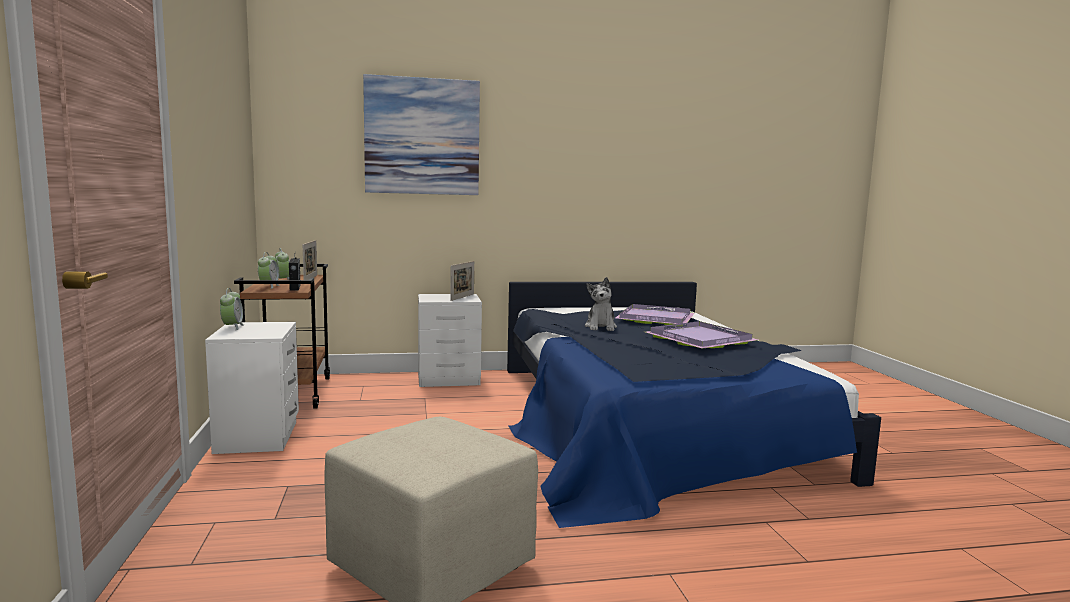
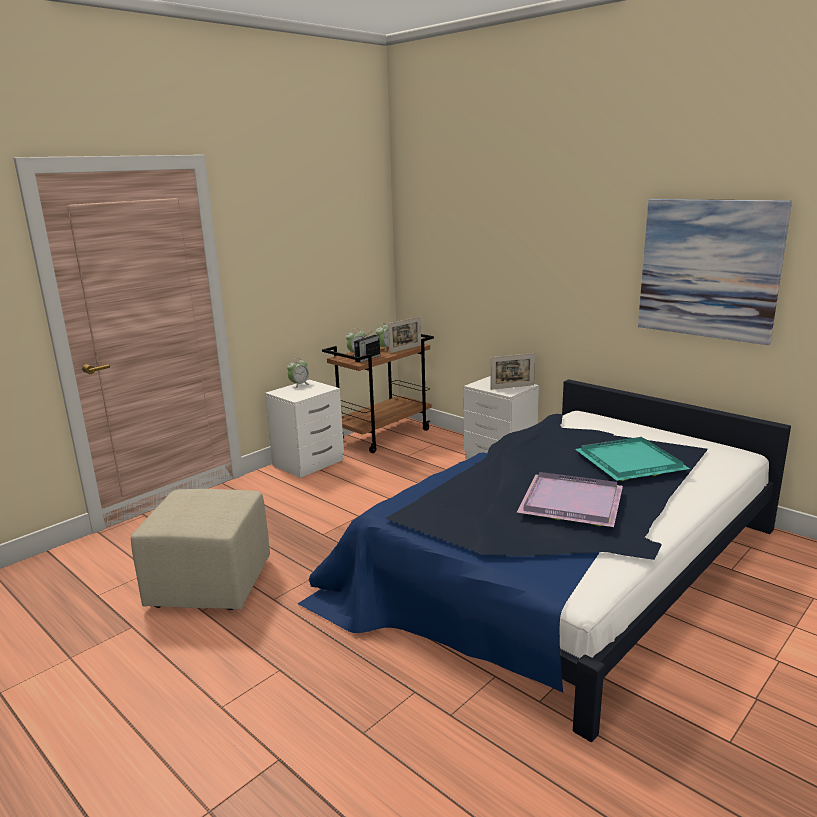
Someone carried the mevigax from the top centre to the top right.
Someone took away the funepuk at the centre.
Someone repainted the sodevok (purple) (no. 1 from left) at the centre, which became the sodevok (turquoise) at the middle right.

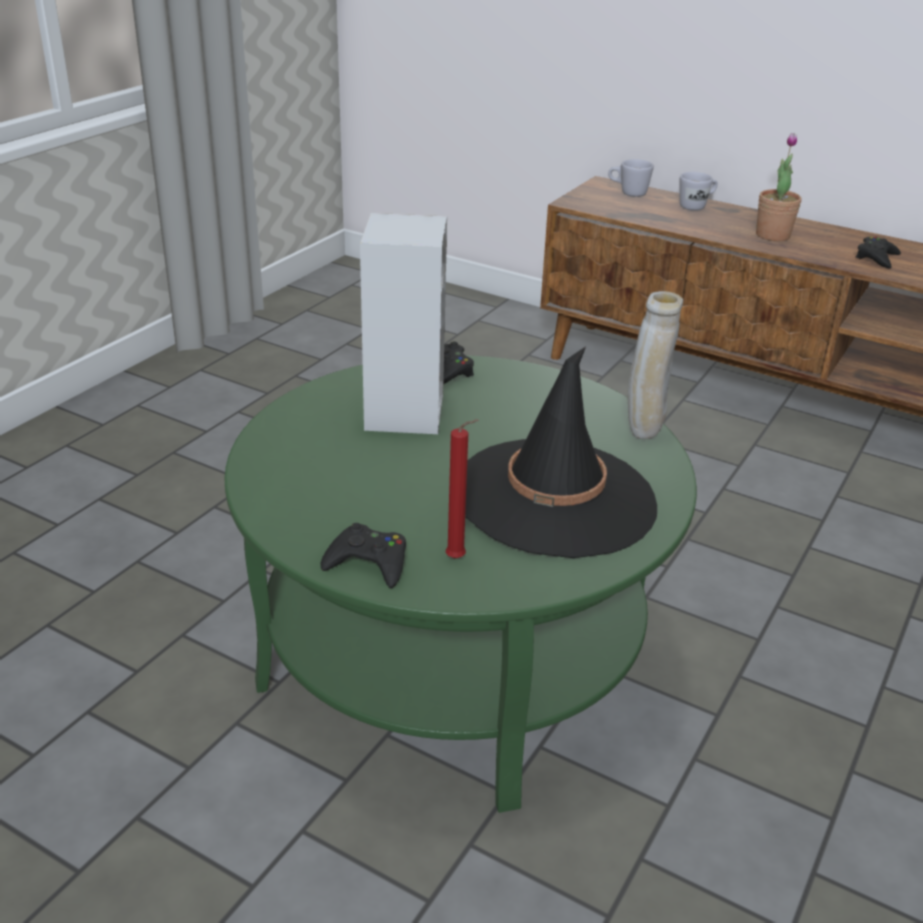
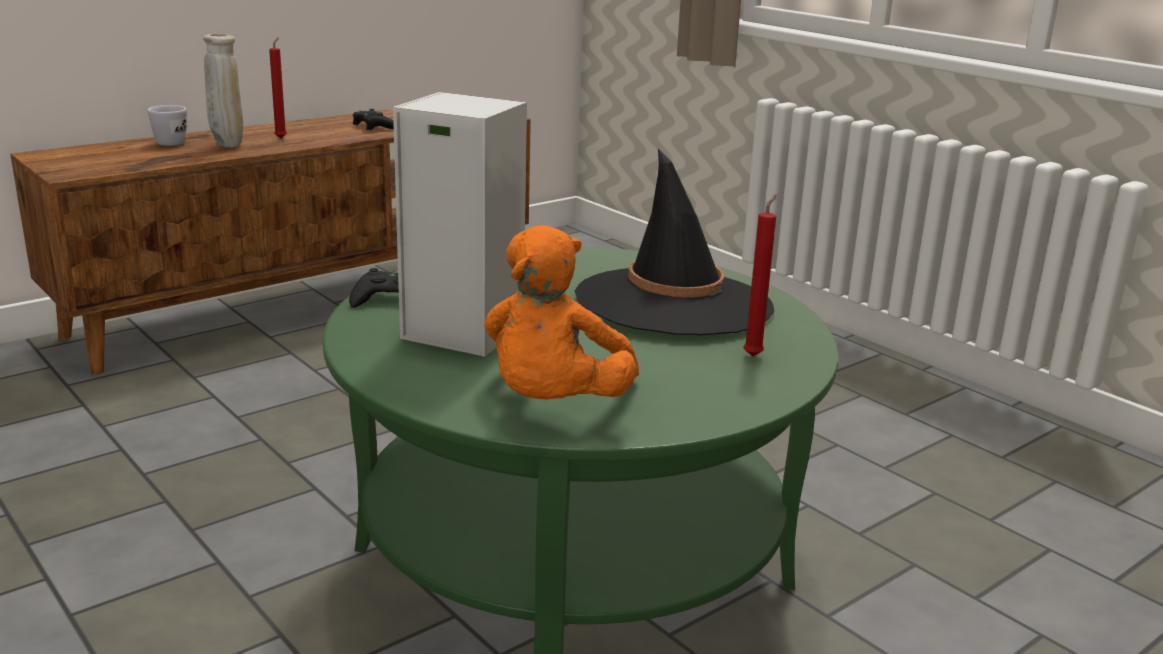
Someone swapped the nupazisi at the top right for the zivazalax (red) (no. 1 from left) at the top left.
Someone took away the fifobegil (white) (no. 1 from left) at the top right.
Someone carried the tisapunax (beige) from the middle right to the top left.
Someone took away the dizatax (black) (no. 1 from left) at the centre.
Someone put down the funepuk (orange) at the centre.

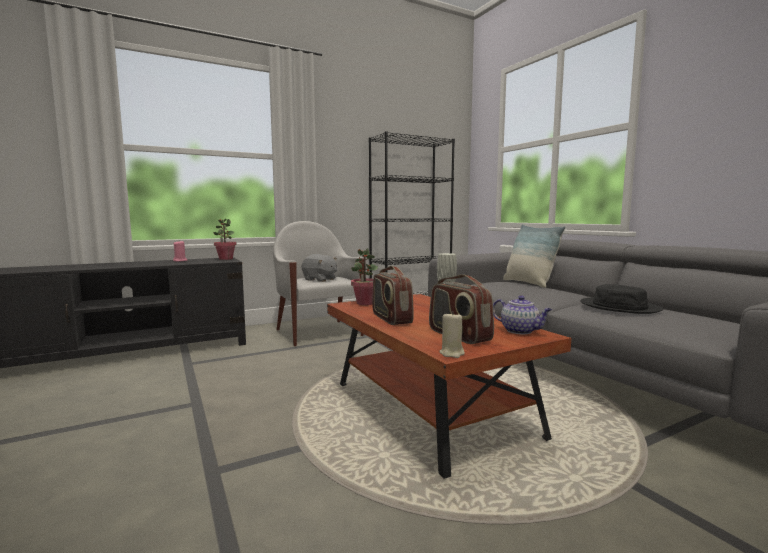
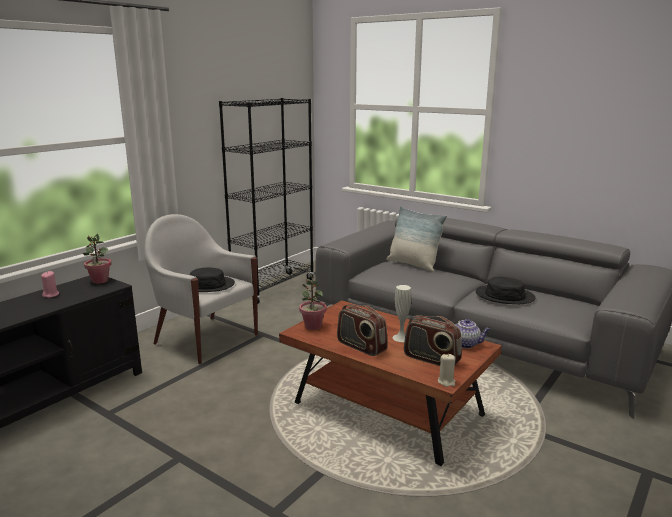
Someone swapped the funepuk (grey) at the centre for the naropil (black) (no. 1 from left) at the middle left.

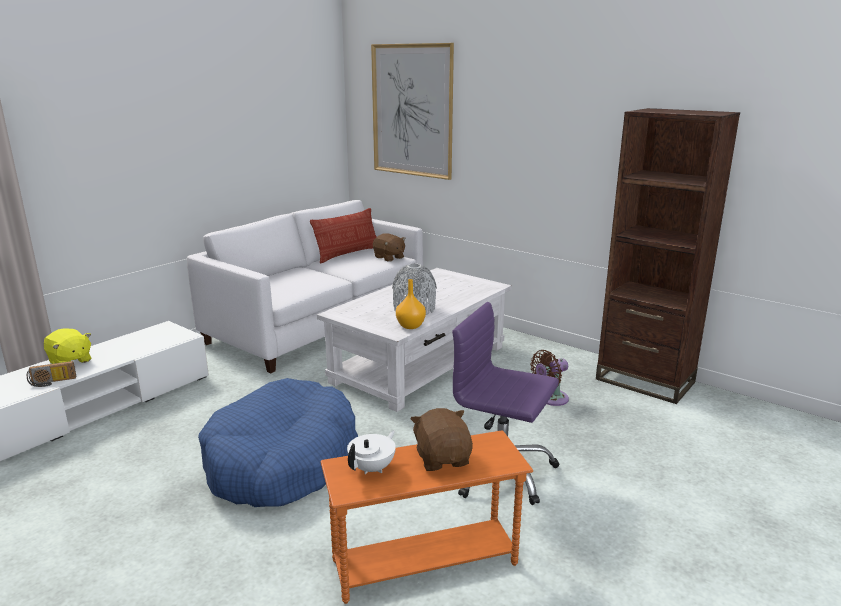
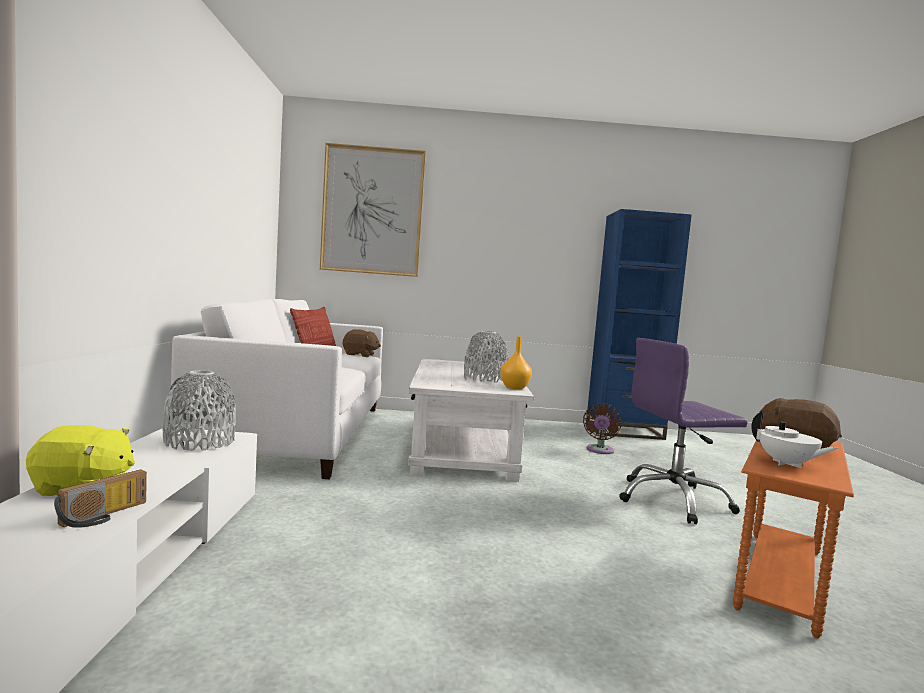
Someone repainted the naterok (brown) at the middle right, which became the naterok (blue) at the middle right.
Someone took away the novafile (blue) at the bottom left.
Someone rotated the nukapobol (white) at the bottom centre by 150 degrees clockwise.
Someone put down the tisapunax (grey) (no. 1 from left) at the middle left.

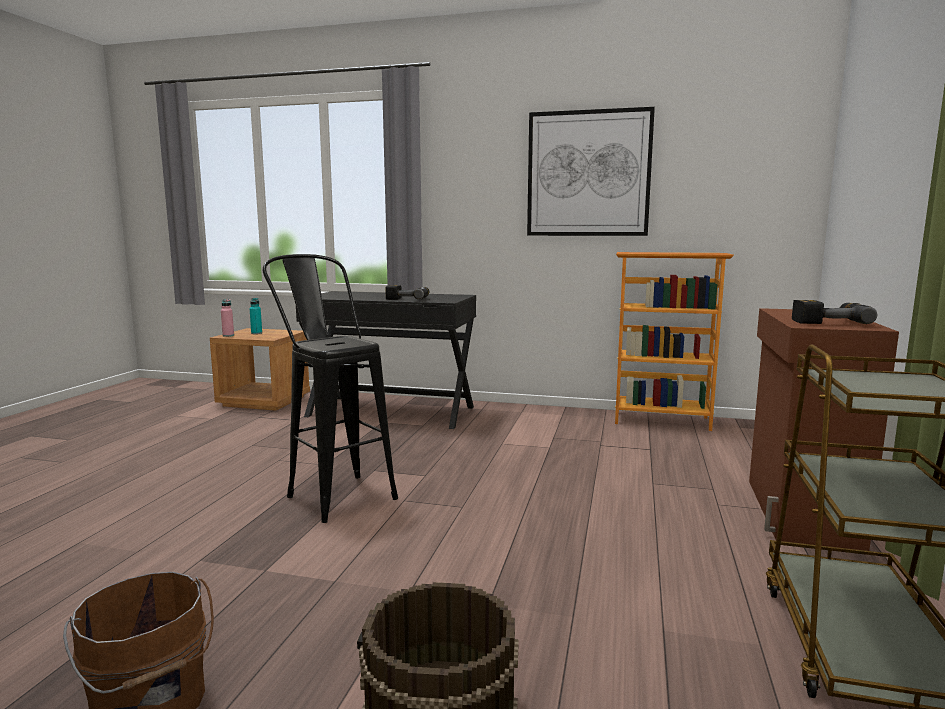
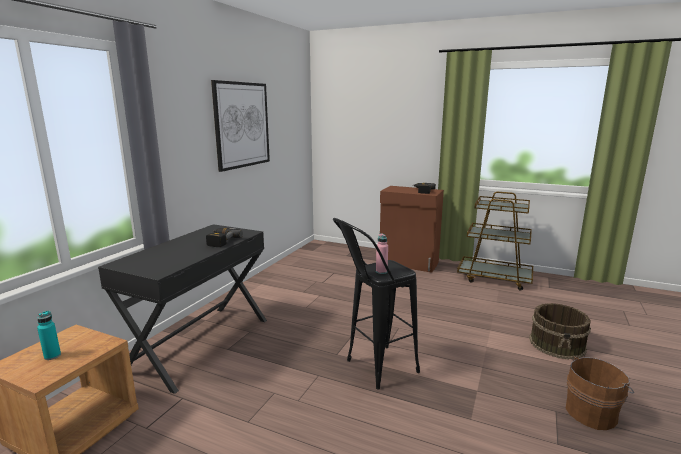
Someone took away the naterok at the middle right.
Someone carried the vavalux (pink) from the middle left to the centre.

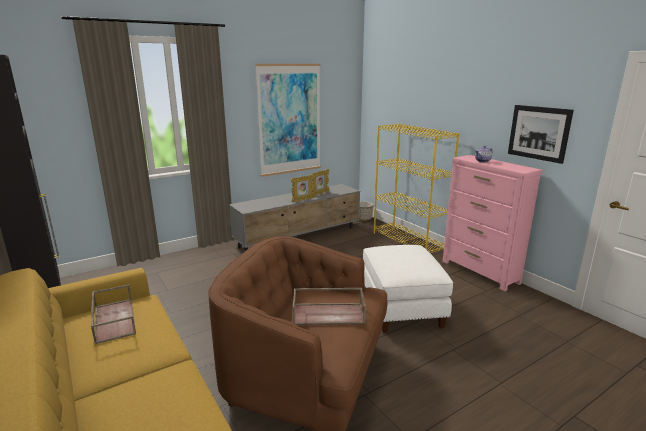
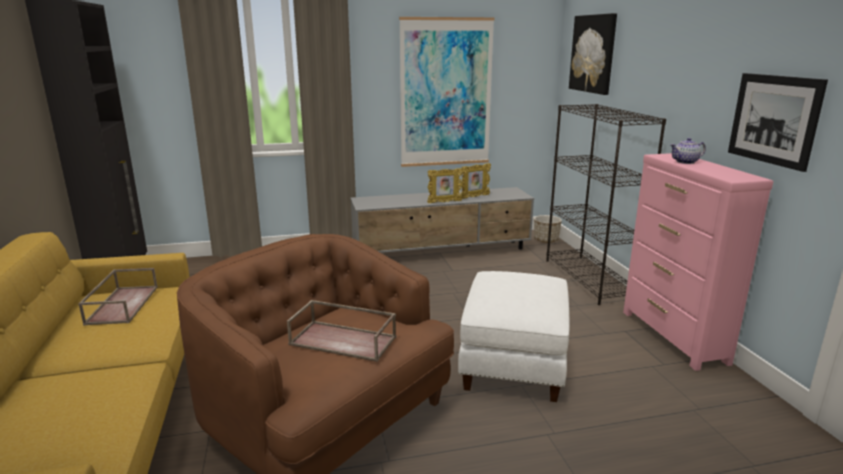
Someone repainted the naterok (yellow) at the centre, which became the naterok (black) at the middle right.
Someone put up the mevigax (no. 2 from left) at the top right.

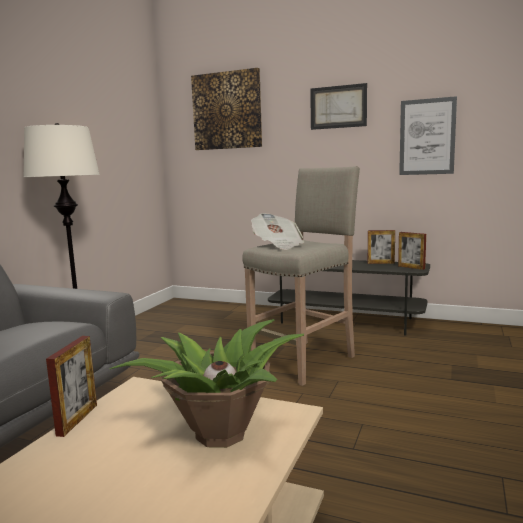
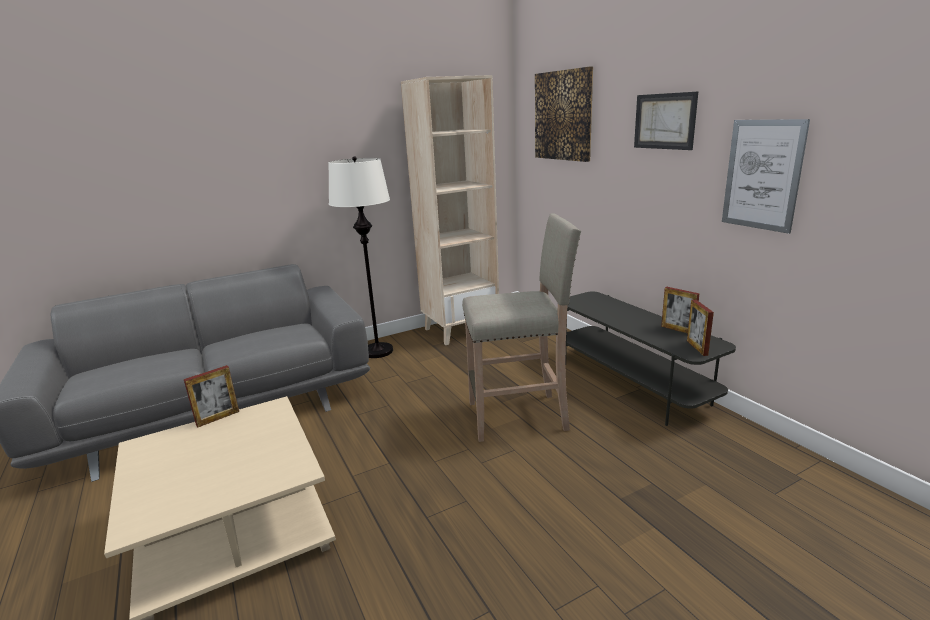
Someone took away the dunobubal at the centre.
Someone took away the nupazisi at the bottom centre.
Someone put down the naterok (beige) at the centre.

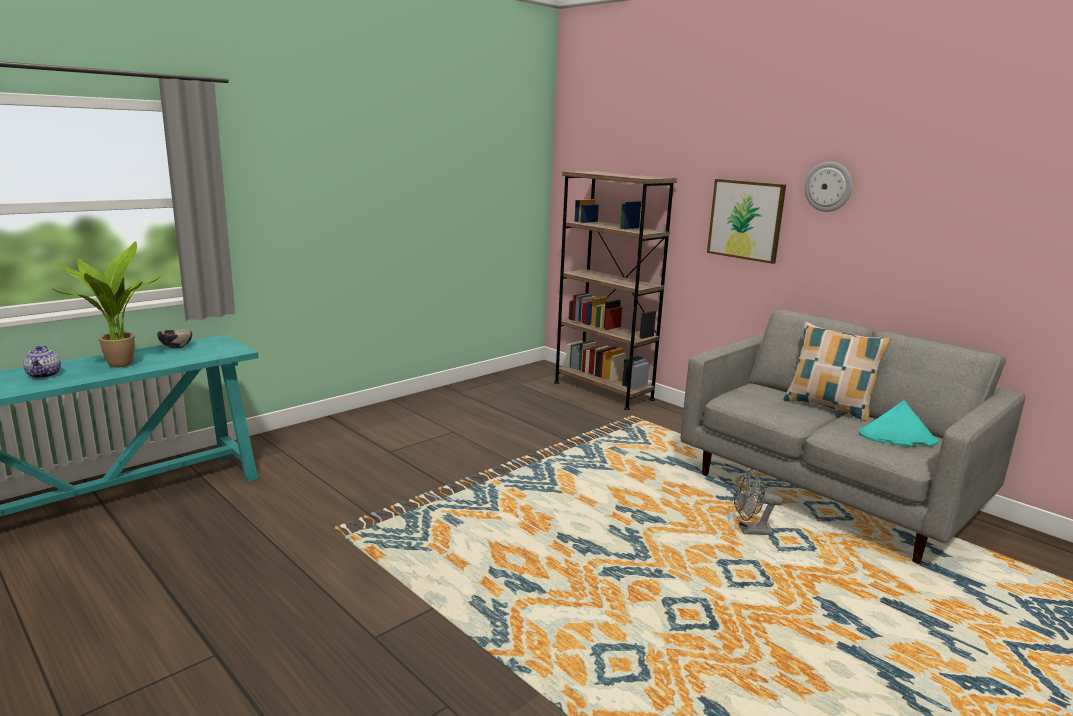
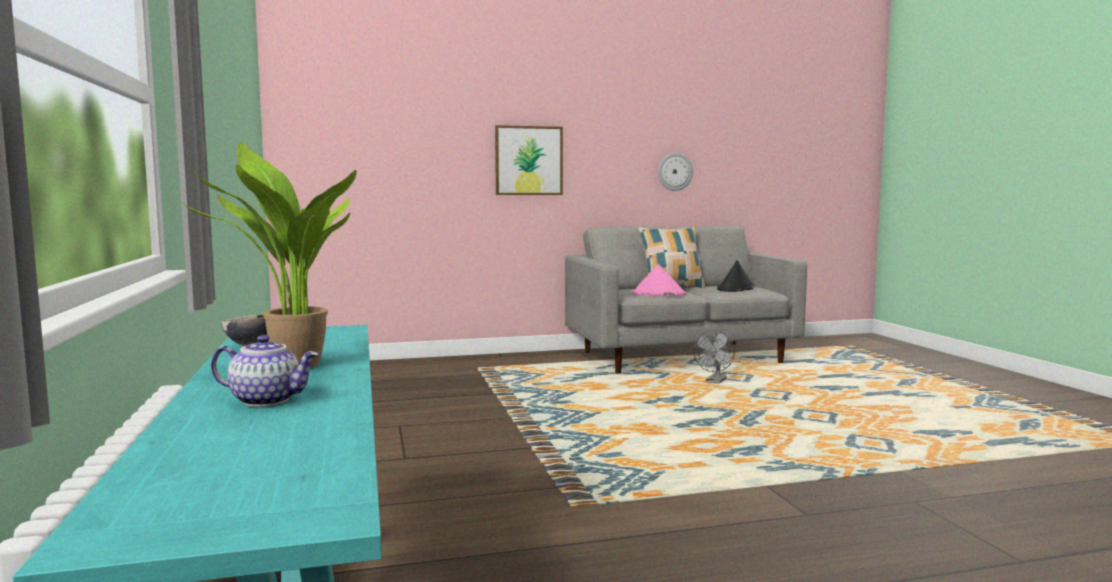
Someone carried the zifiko from the top right to the top centre.
Someone took away the naterok (brown) at the centre.
Someone repainted the naropil (turquoise) at the middle right, which became the naropil (black) at the centre.
Someone put down the naropil (pink) at the centre.

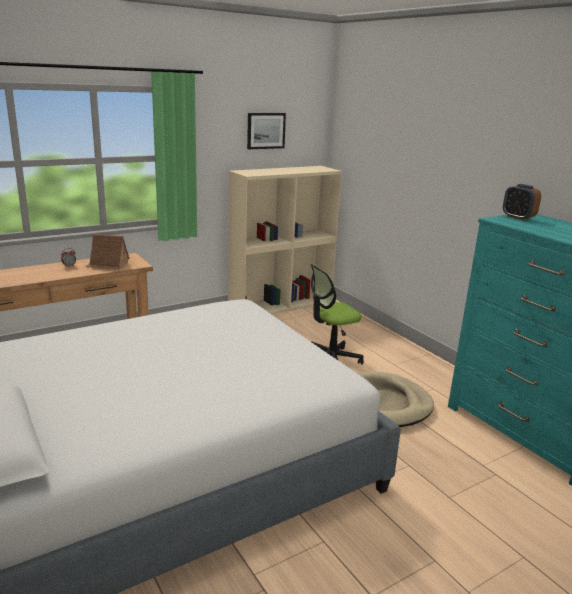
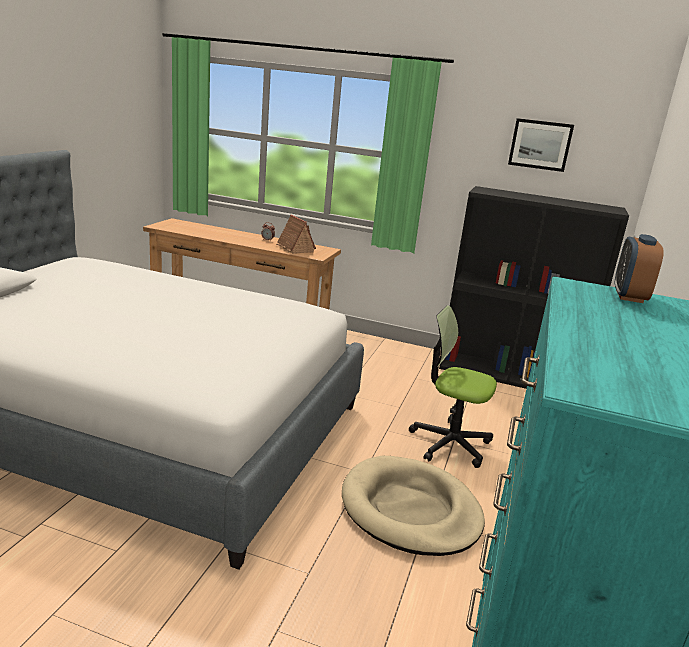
Someone repainted the naterok (beige) at the centre, which became the naterok (black) at the middle right.

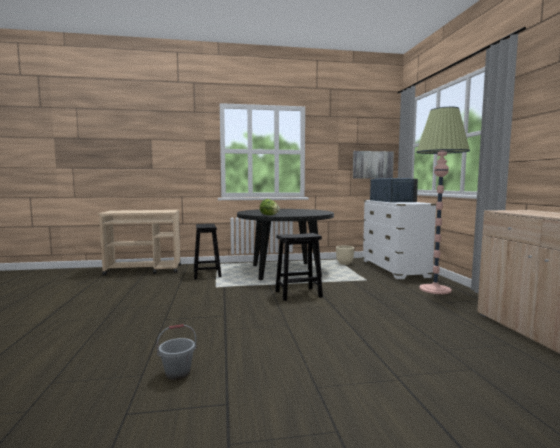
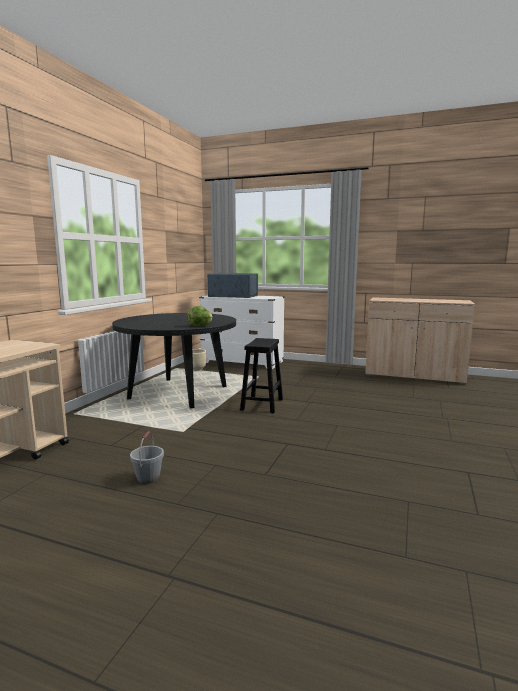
Someone took away the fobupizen at the middle right.
Someone took away the mevigax at the centre.
Someone took away the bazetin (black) (no. 1 from left) at the centre.
Someone carried the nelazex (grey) from the bottom left to the middle left.

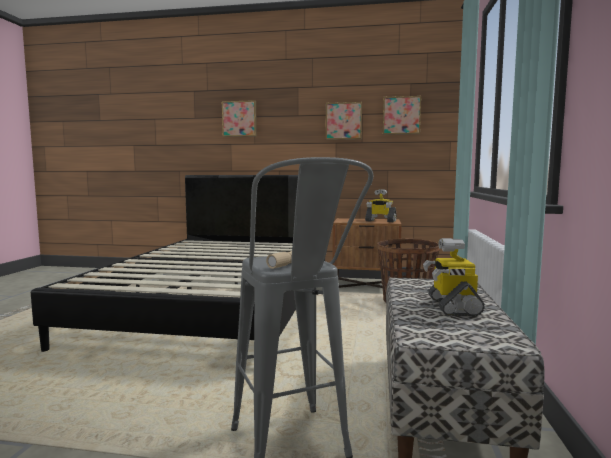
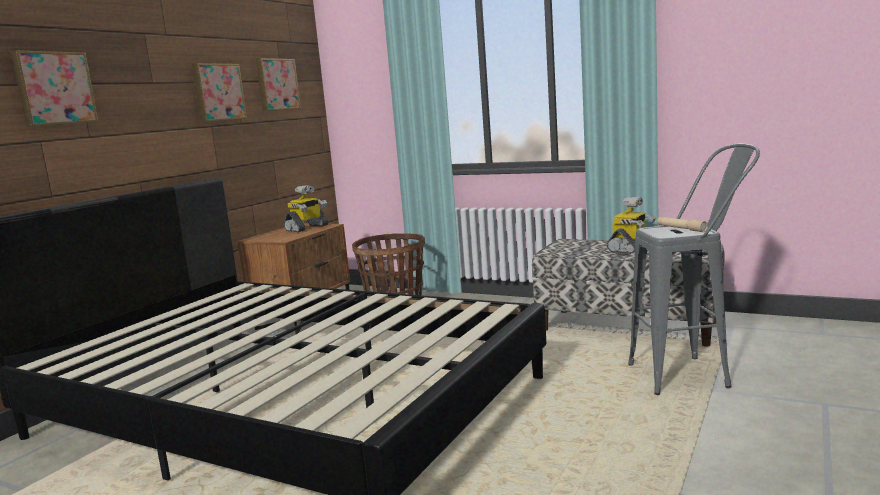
Someone rotated the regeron (no. 2 from left) at the middle right by 75 degrees counterclockwise.

